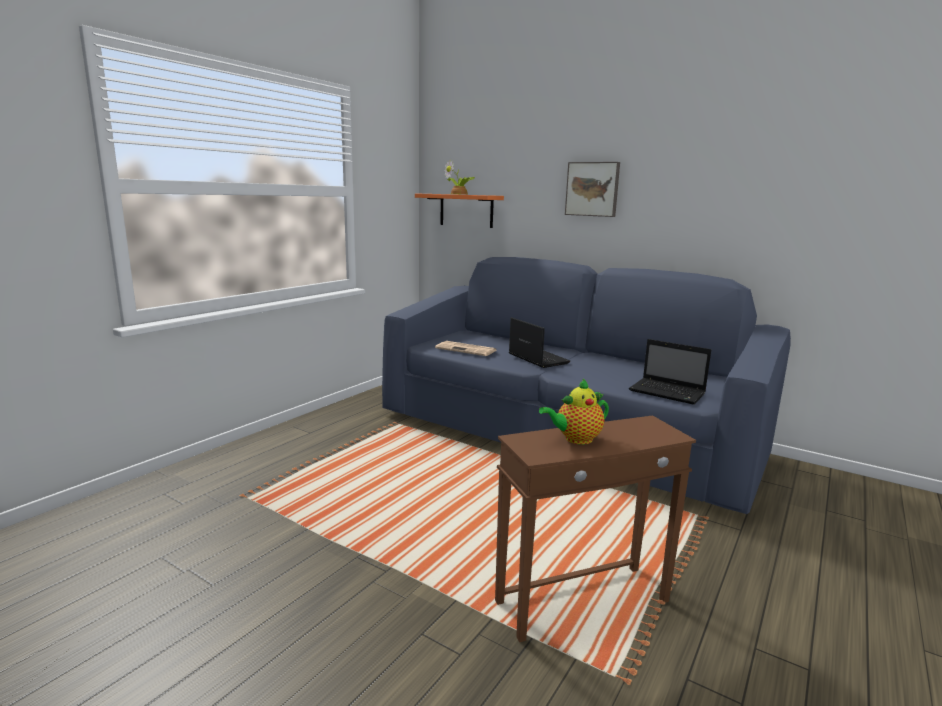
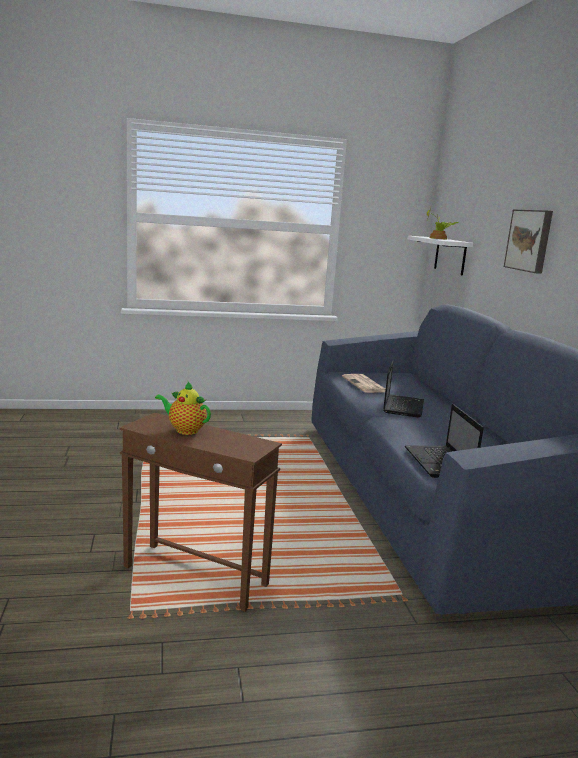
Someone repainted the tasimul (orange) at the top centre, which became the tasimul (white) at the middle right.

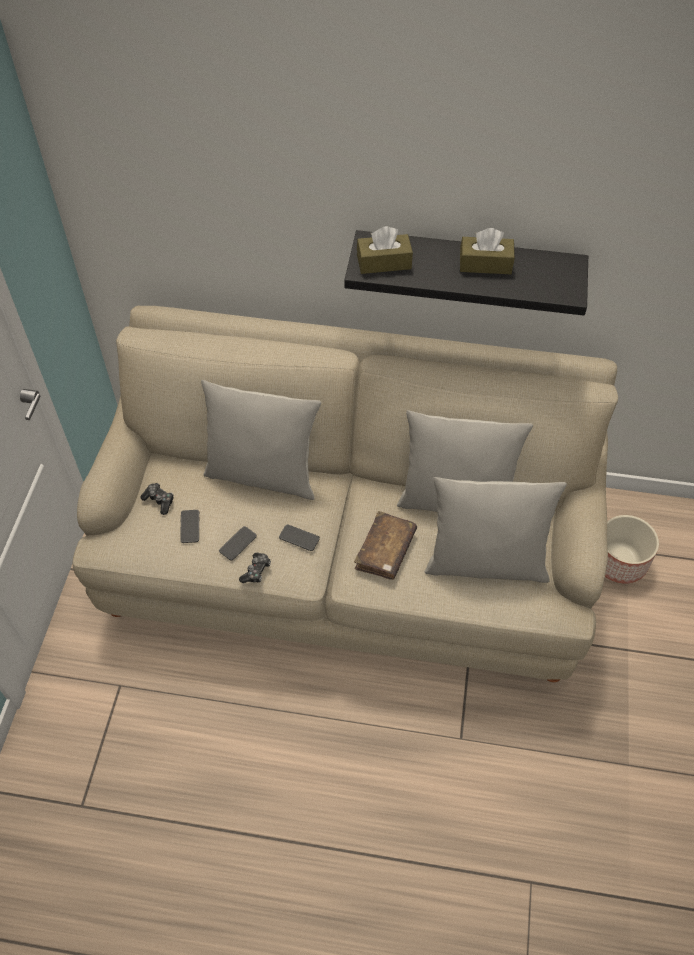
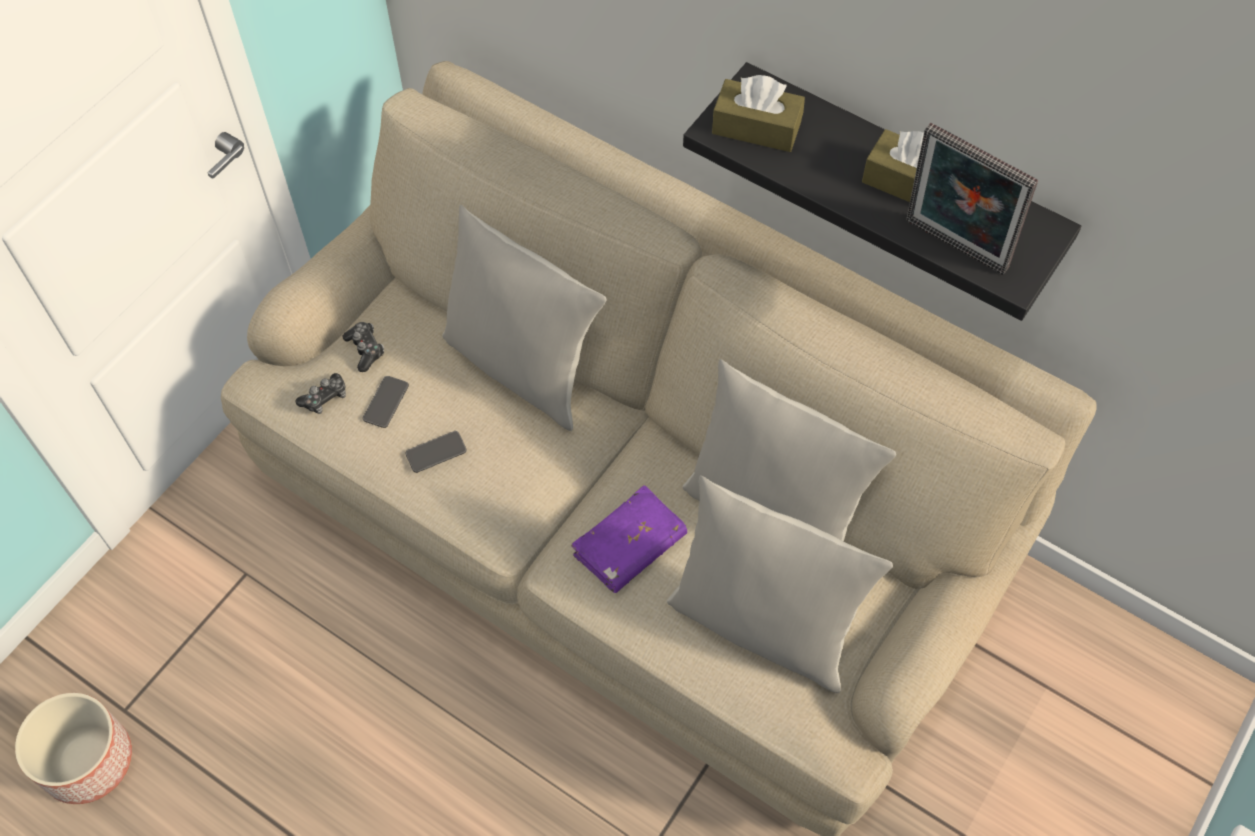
Someone repainted the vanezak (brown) at the centre, which became the vanezak (purple) at the centre.
Someone carried the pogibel from the middle right to the bottom left.
Someone took away the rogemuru (no. 3 from left) at the centre.
Someone carried the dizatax (no. 2 from left in the first image) from the centre to the middle left.
Someone put down the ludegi at the top right.

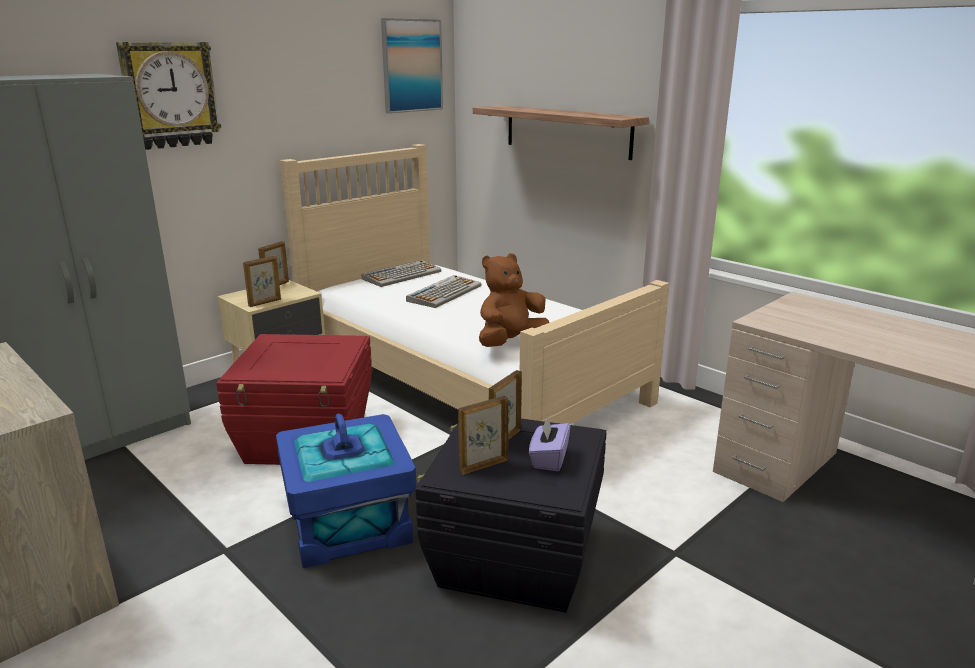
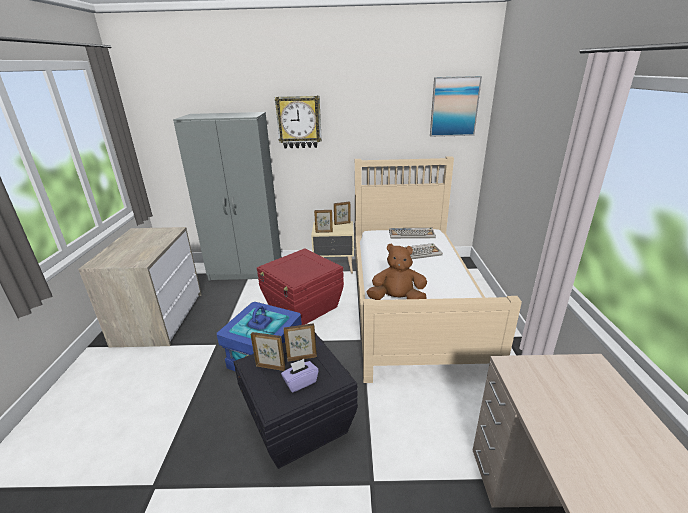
Someone took away the tasimul at the top centre.

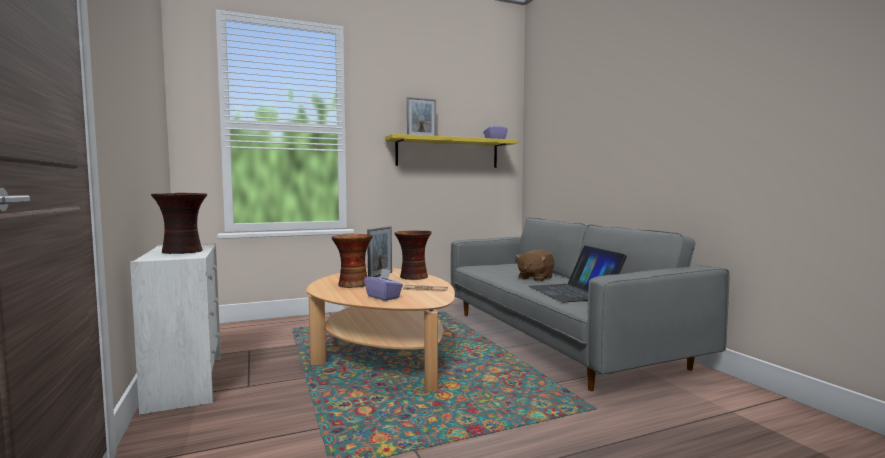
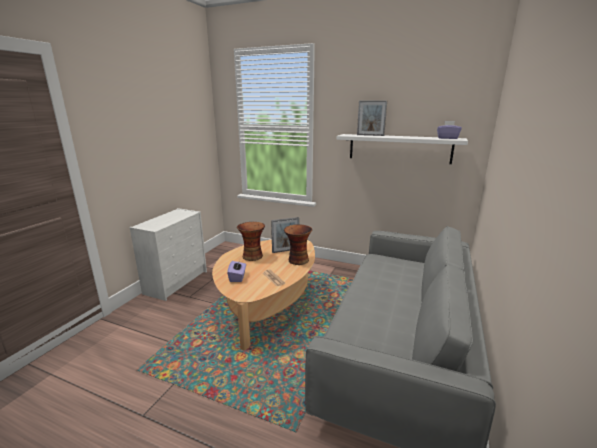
Someone repainted the tasimul (yellow) at the top centre, which became the tasimul (white) at the top right.
Someone took away the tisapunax (no. 1 from left) at the middle left.
Someone took away the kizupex at the centre.
Someone took away the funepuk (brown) at the centre.

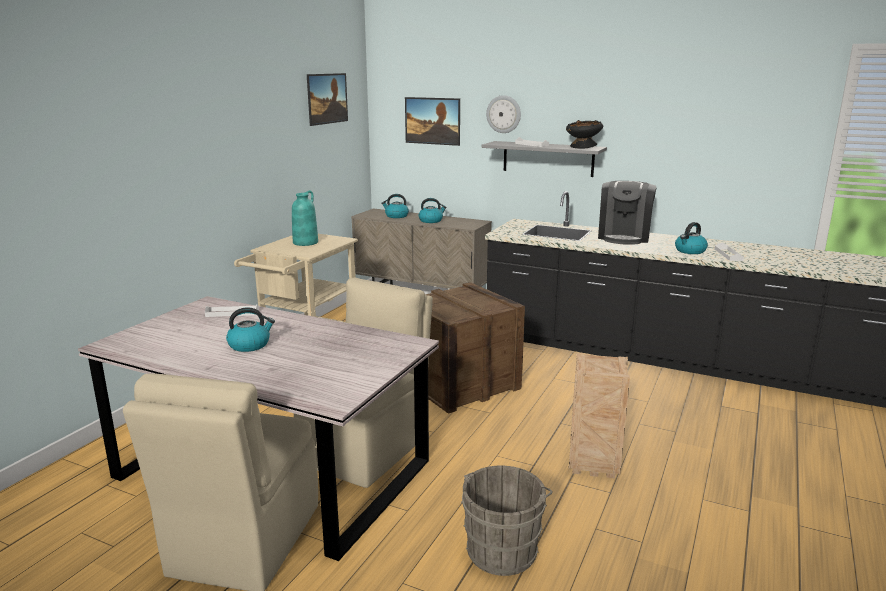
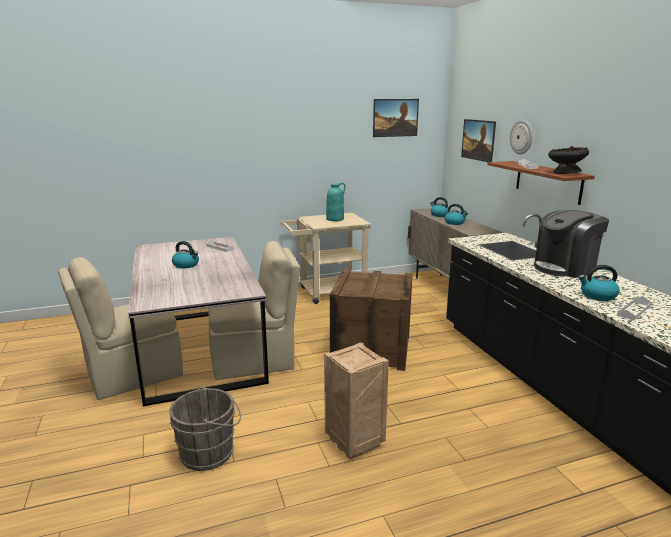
Someone repainted the tasimul (grey) at the top centre, which became the tasimul (brown) at the middle right.

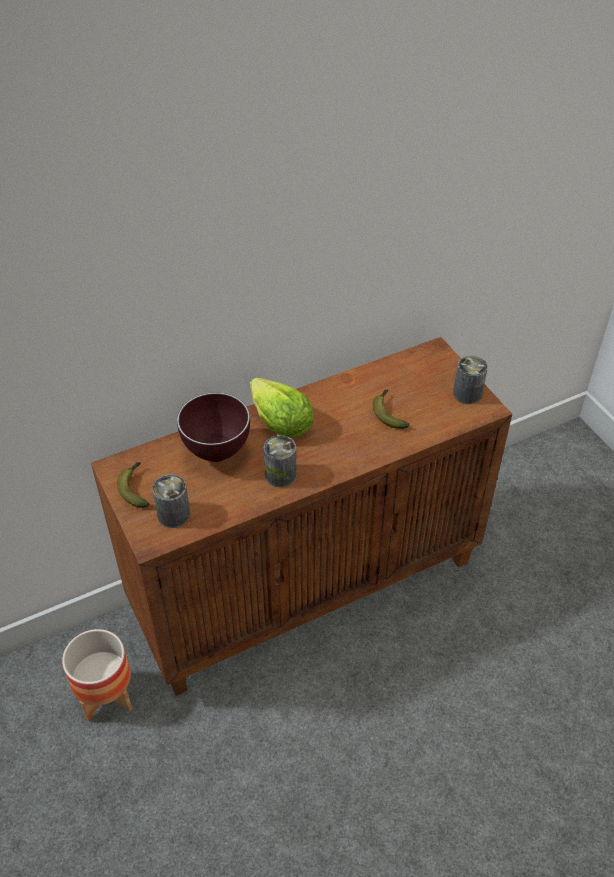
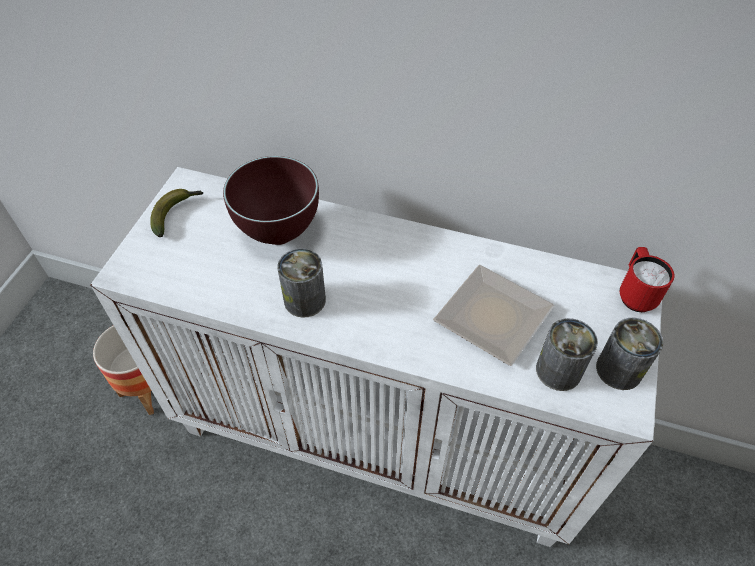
Someone repainted the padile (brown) at the centre, which became the padile (white) at the centre.
Someone took away the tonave at the centre.
Someone swapped the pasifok (no. 2 from left) at the centre for the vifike at the centre.
Someone carried the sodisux (no. 1 from left in the first image) from the middle left to the middle right.
Someone put down the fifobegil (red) at the middle right.

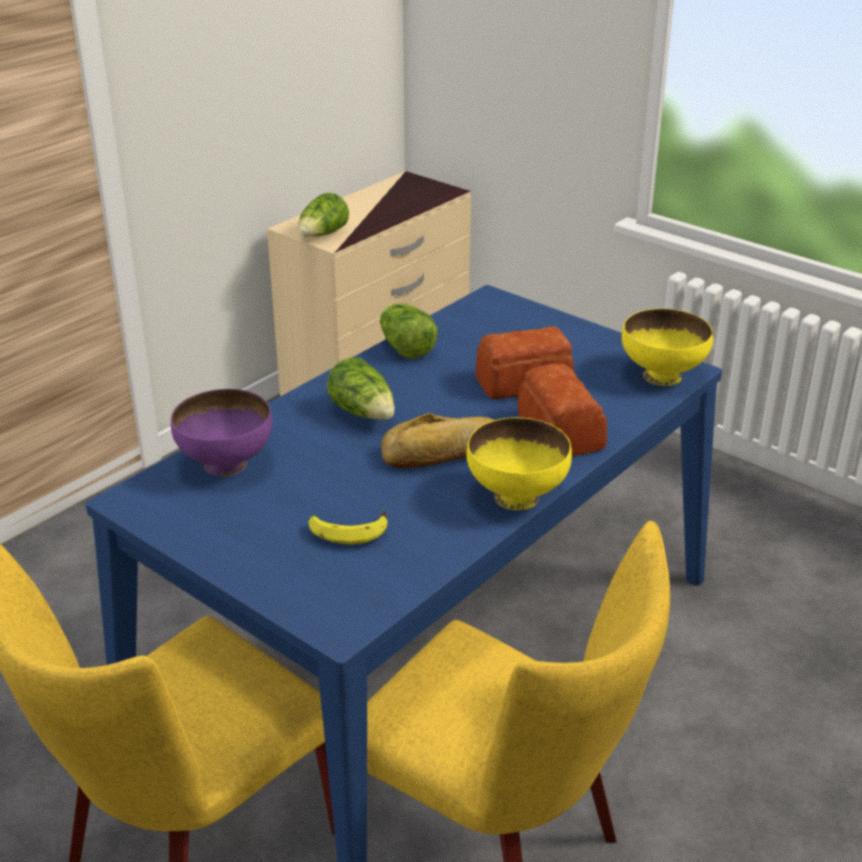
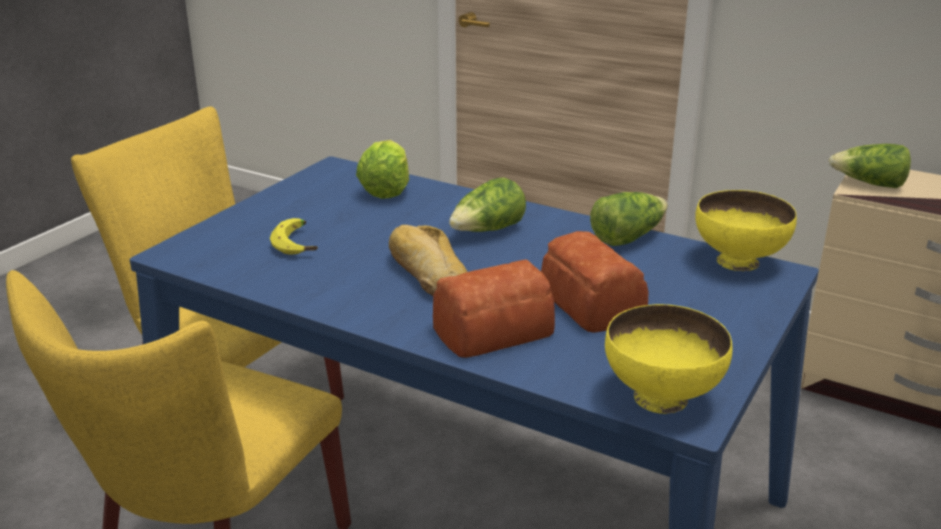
Someone swapped the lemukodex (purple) at the middle left for the tonave (no. 1 from left) at the top centre.
Someone carried the lemukodex (yellow) (no. 1 from left in the first image) from the centre to the middle right.

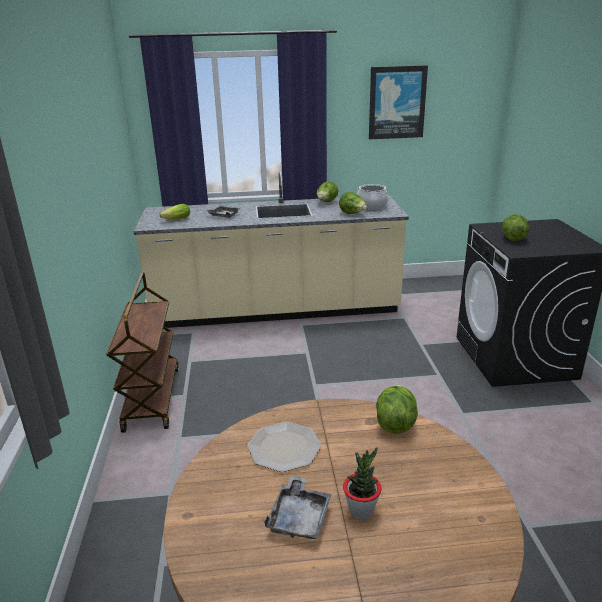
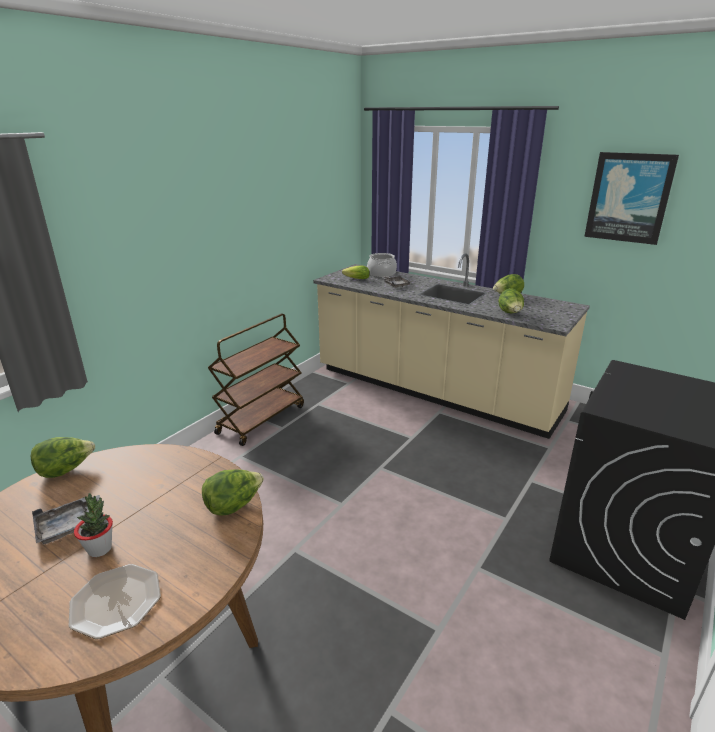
Someone carried the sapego from the top centre to the centre.
Someone carried the tonave (no. 5 from left in the first image) from the middle right to the middle left.
Someone carried the vifike from the bottom centre to the bottom left.

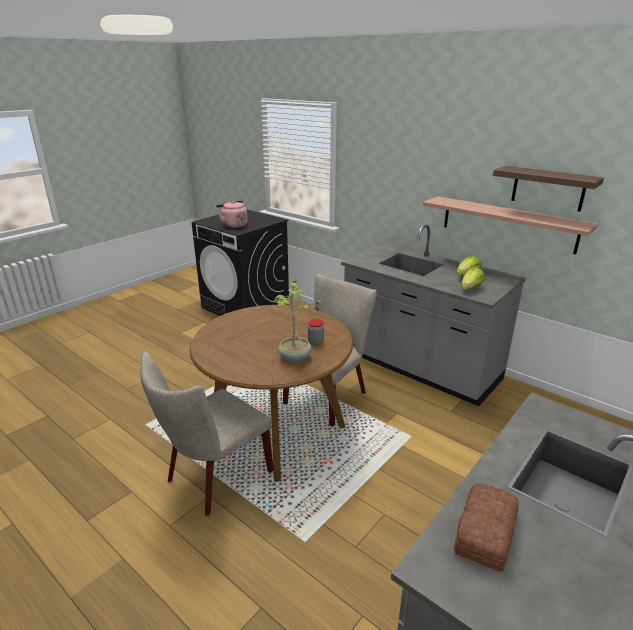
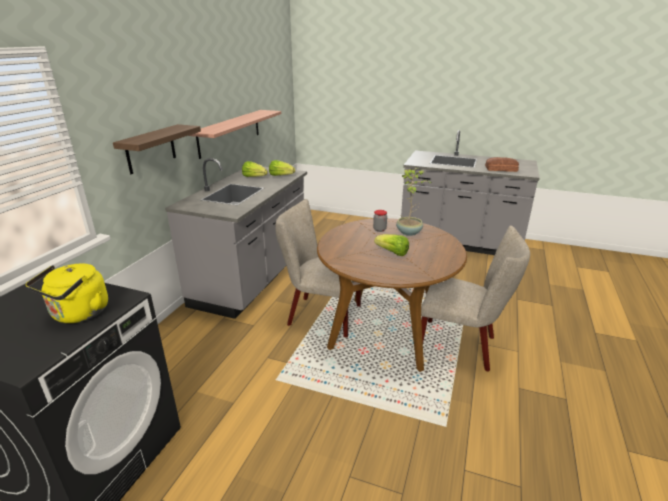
Someone carried the tasimul (no. 2 from left in the first image) from the top right to the top left.
Someone repainted the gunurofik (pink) at the centre, which became the gunurofik (yellow) at the middle left.
Someone put down the tonave (no. 3 from left) at the centre.

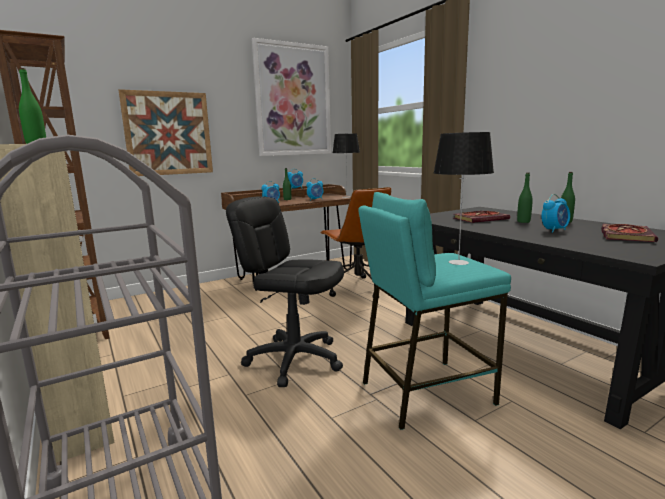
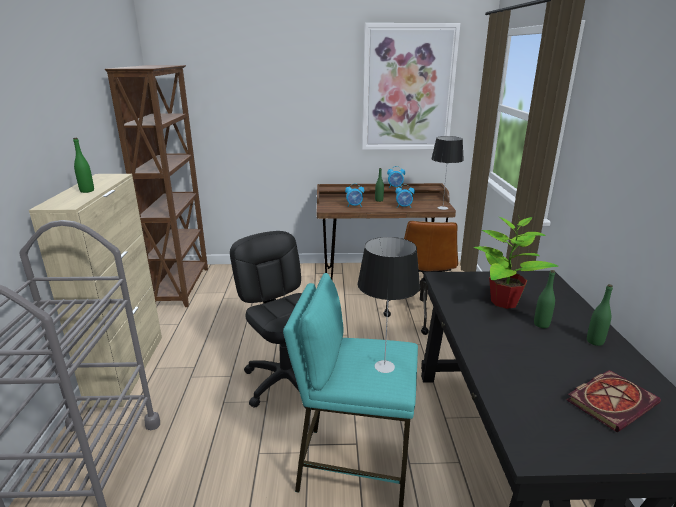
Someone took away the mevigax (no. 1 from left) at the top left.
Someone took away the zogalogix (no. 4 from left) at the middle right.
Someone swapped the vanezak (no. 1 from left) at the middle right for the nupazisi at the middle right.

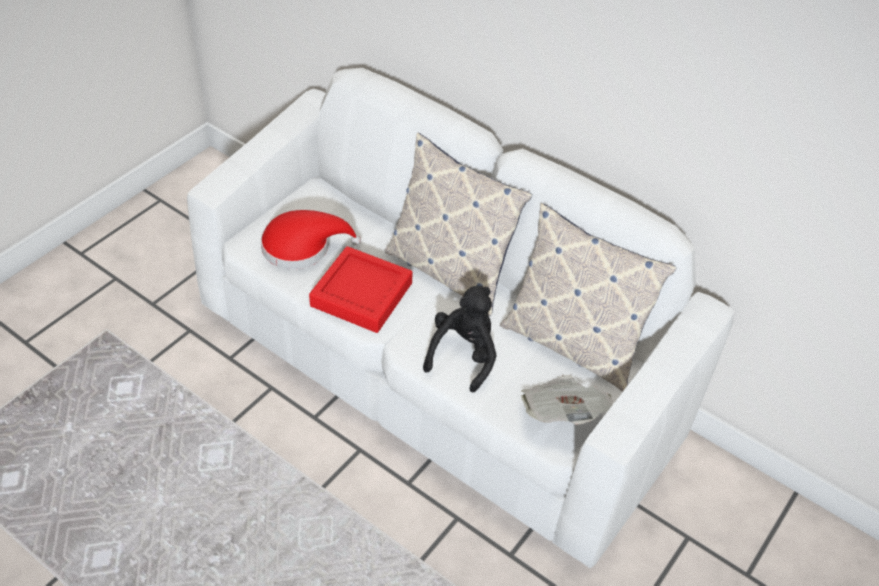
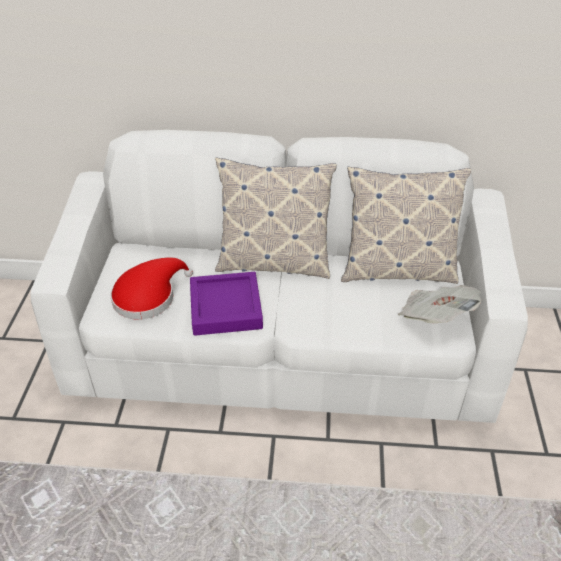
Someone repainted the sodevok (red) at the centre, which became the sodevok (purple) at the centre.
Someone took away the funepuk (black) at the centre.

